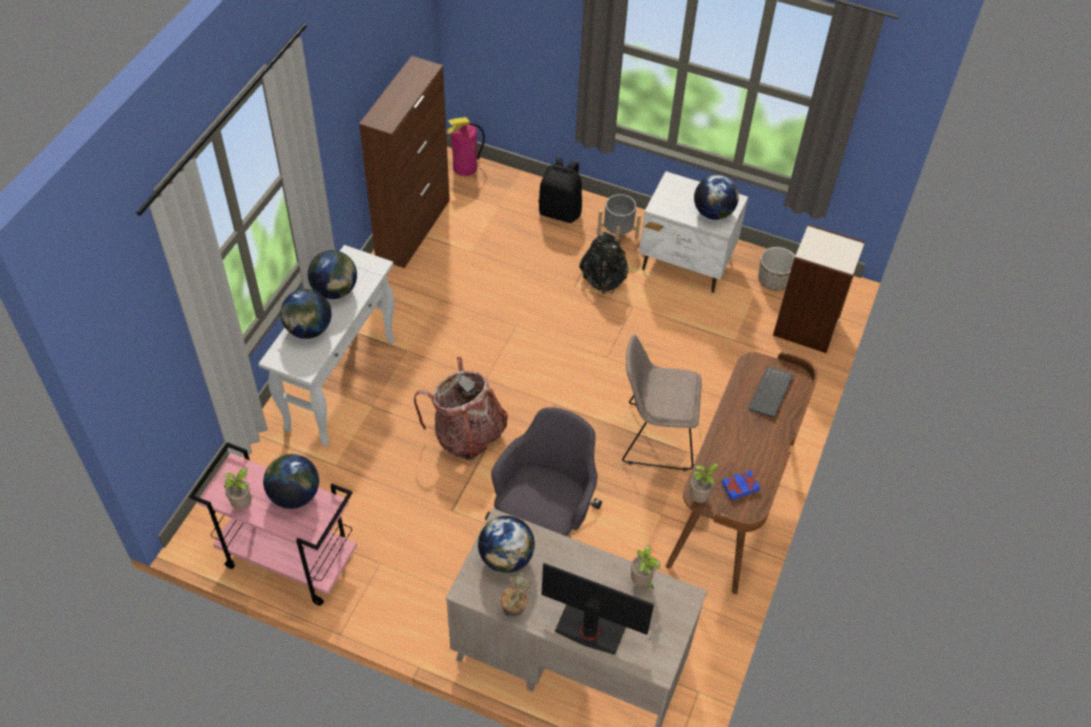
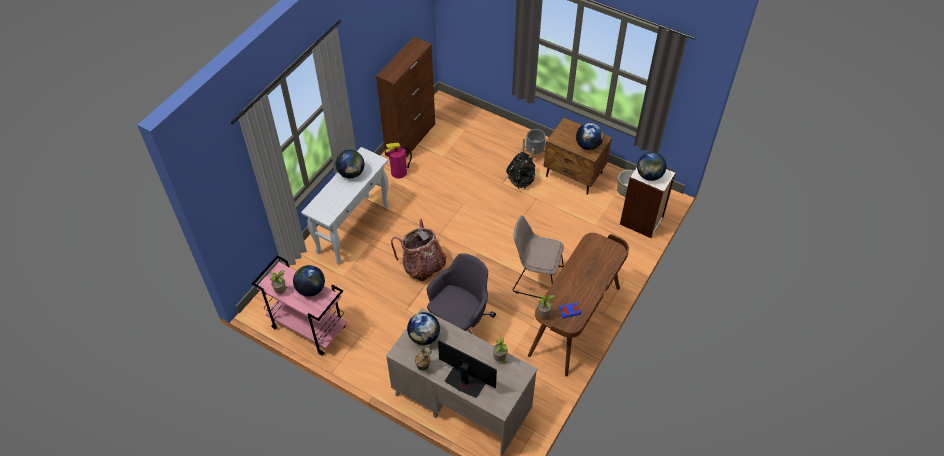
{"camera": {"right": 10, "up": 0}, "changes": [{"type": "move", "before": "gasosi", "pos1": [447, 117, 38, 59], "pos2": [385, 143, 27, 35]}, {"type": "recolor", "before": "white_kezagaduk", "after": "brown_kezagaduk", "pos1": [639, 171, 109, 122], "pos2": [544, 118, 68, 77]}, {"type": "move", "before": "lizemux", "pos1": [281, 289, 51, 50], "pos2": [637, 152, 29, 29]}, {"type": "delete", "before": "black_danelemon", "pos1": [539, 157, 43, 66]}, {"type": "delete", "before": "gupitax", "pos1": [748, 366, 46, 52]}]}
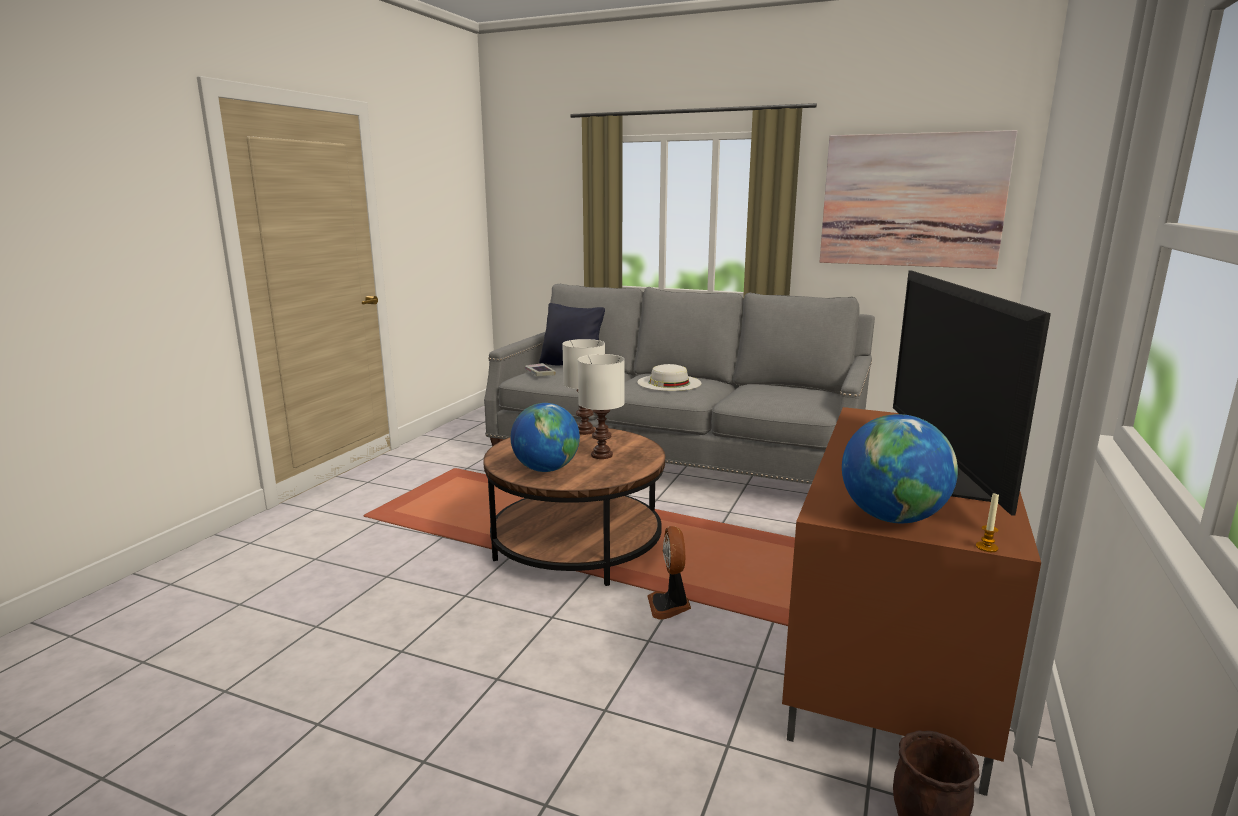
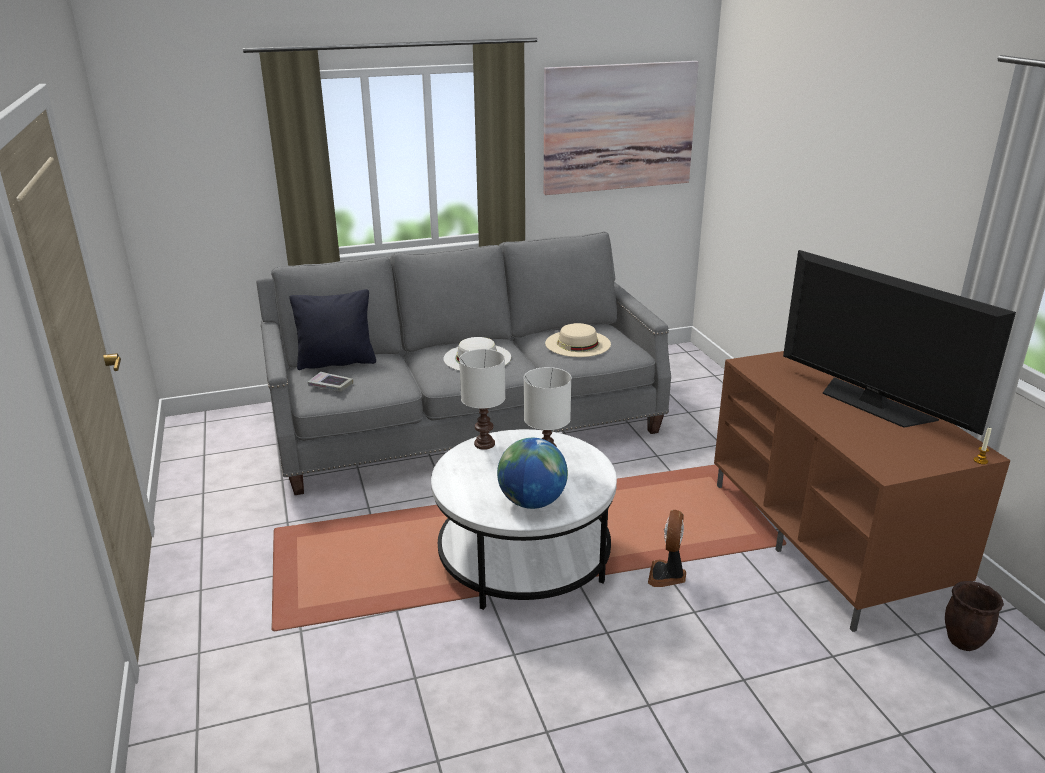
{"camera": {"right": -40, "up": 10}, "changes": [{"type": "recolor", "before": "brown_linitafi", "after": "white_linitafi", "pos1": [483, 427, 182, 159], "pos2": [431, 429, 186, 181]}, {"type": "insert", "after": "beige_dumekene", "pos2": [545, 323, 66, 34]}, {"type": "rotate", "before": "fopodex", "pos1": [647, 526, 44, 94], "pos2": [648, 510, 38, 77], "turn": 60}, {"type": "delete", "before": "lizemux", "pos1": [842, 414, 116, 109]}]}
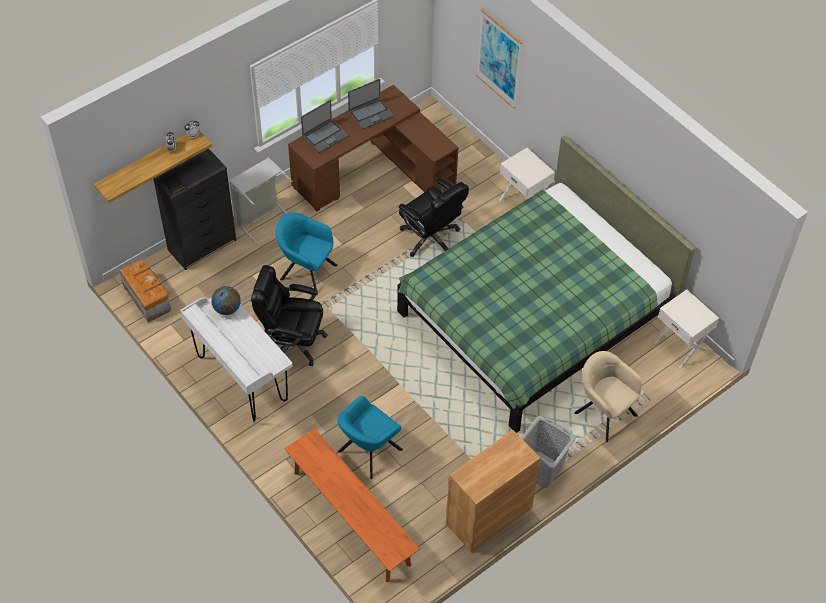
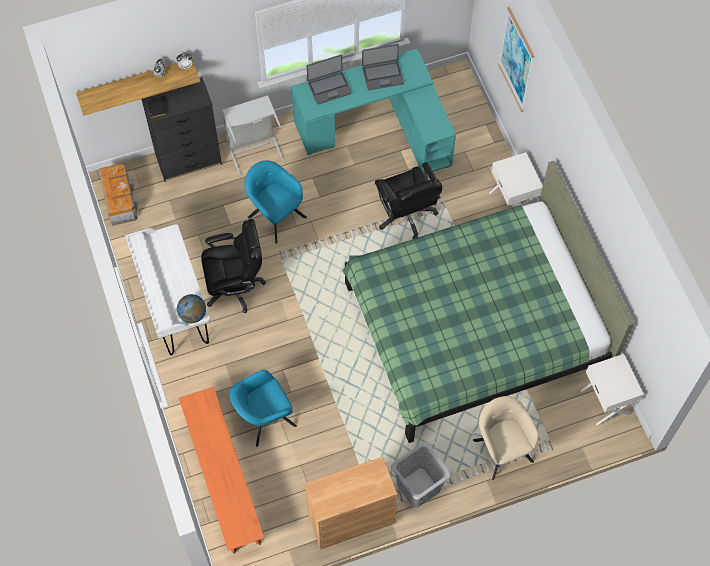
{"camera": {"right": 20, "up": 10}, "changes": [{"type": "move", "before": "lizemux", "pos1": [211, 286, 30, 29], "pos2": [177, 294, 29, 29]}, {"type": "rotate", "before": "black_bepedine", "pos1": [251, 265, 77, 101], "pos2": [201, 219, 65, 94], "turn": 135}, {"type": "recolor", "before": "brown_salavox", "after": "turquoise_salavox", "pos1": [288, 85, 171, 127], "pos2": [291, 49, 165, 125]}]}
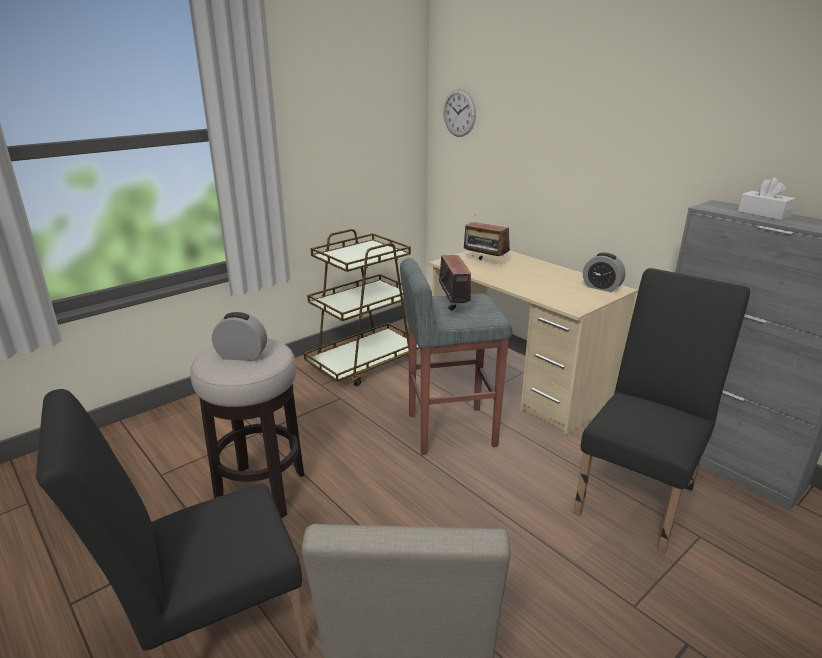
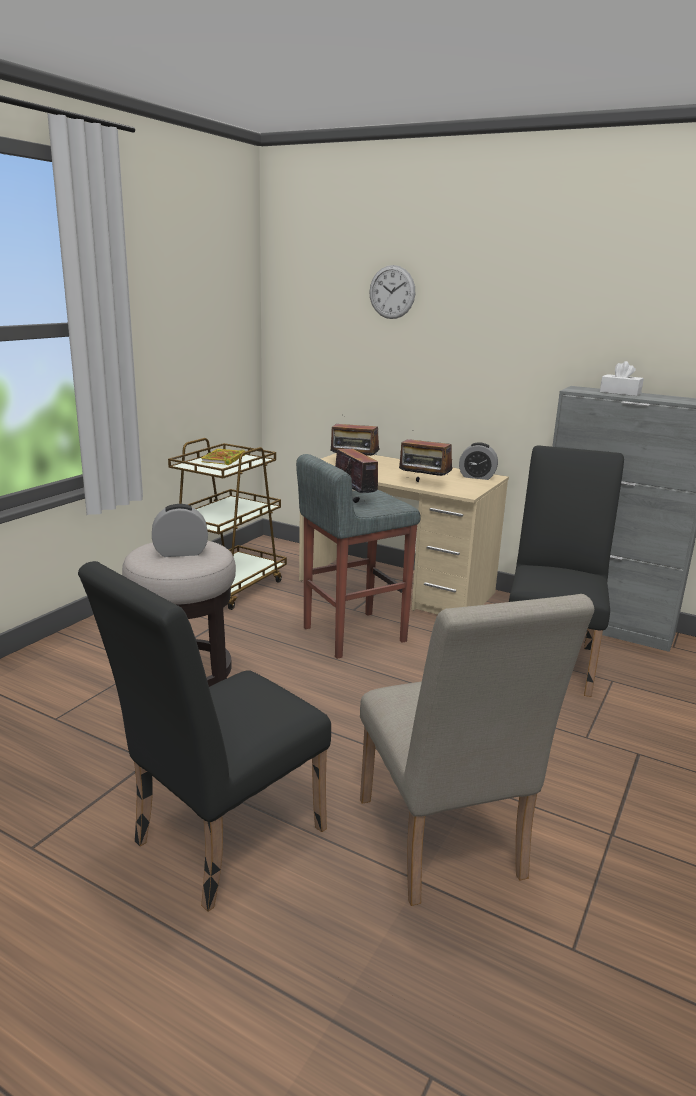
{"camera": {"right": -20, "up": -5}, "changes": [{"type": "insert", "after": "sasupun", "pos2": [202, 449, 44, 16]}, {"type": "move", "before": "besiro", "pos1": [443, 89, 33, 48], "pos2": [369, 265, 46, 54]}, {"type": "insert", "after": "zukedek", "pos2": [399, 430, 54, 52]}]}
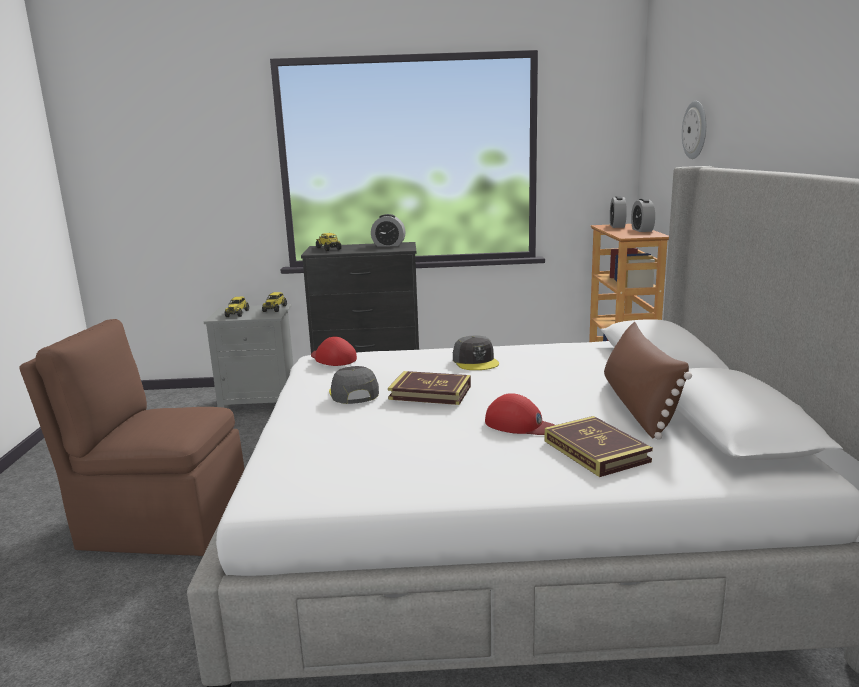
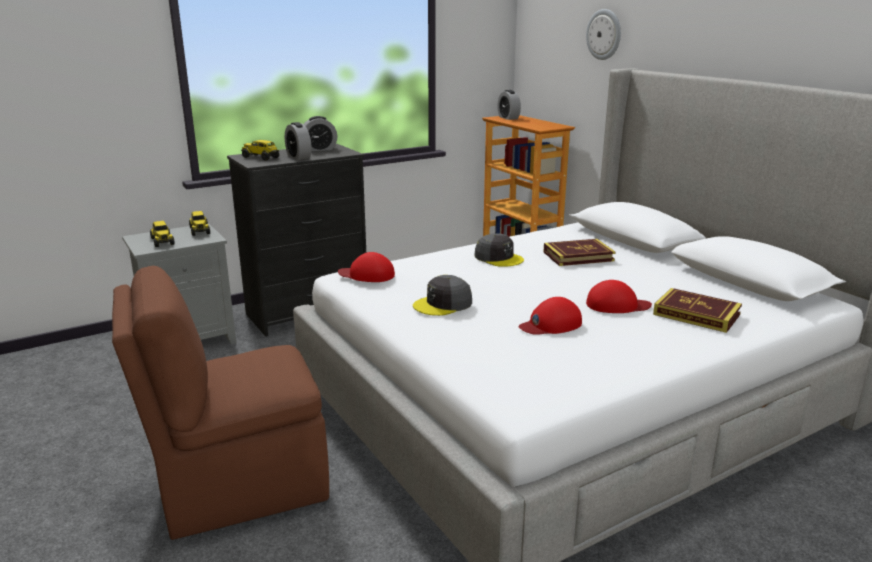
{"camera": {"right": -30, "up": 5}, "changes": [{"type": "move", "before": "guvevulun", "pos1": [631, 198, 24, 34], "pos2": [285, 122, 27, 38]}, {"type": "rotate", "before": "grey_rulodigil", "pos1": [329, 366, 50, 38], "pos2": [413, 275, 59, 41], "turn": -75}, {"type": "insert", "after": "red_rulodigil", "pos2": [518, 297, 64, 38]}, {"type": "move", "before": "sasupun", "pos1": [388, 371, 83, 34], "pos2": [543, 239, 72, 27]}, {"type": "delete", "before": "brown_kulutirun", "pos1": [604, 322, 88, 118]}]}
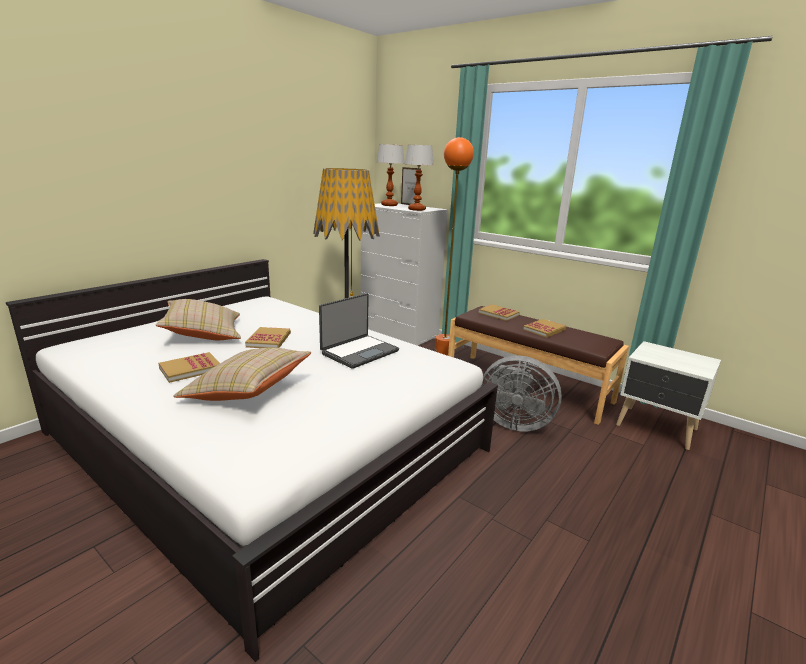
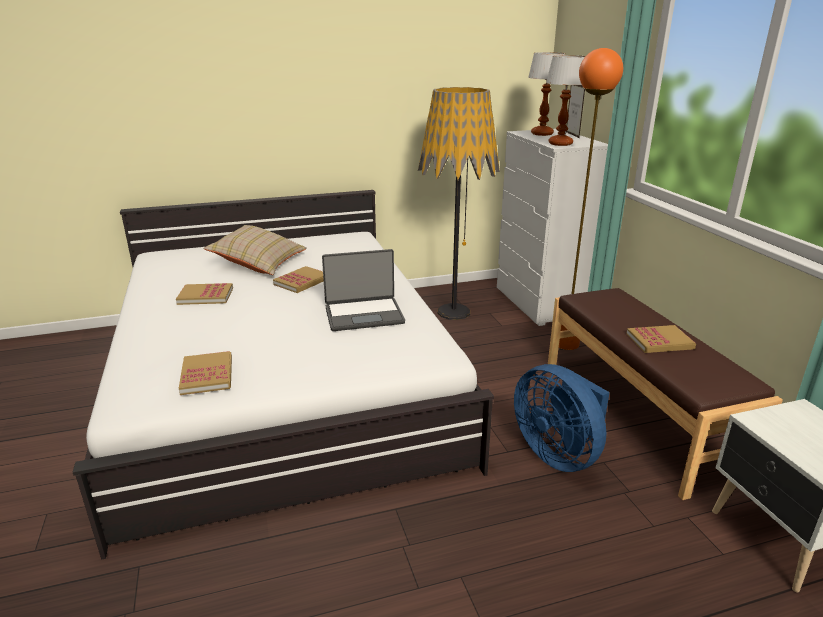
{"camera": {"right": 35, "up": 5}, "changes": [{"type": "move", "before": "sasupun", "pos1": [479, 304, 41, 17], "pos2": [179, 351, 53, 44]}, {"type": "recolor", "before": "grey_fopodex", "after": "blue_fopodex", "pos1": [482, 355, 80, 76], "pos2": [514, 364, 96, 108]}, {"type": "delete", "before": "beige_kulutirun", "pos1": [173, 347, 138, 54]}]}
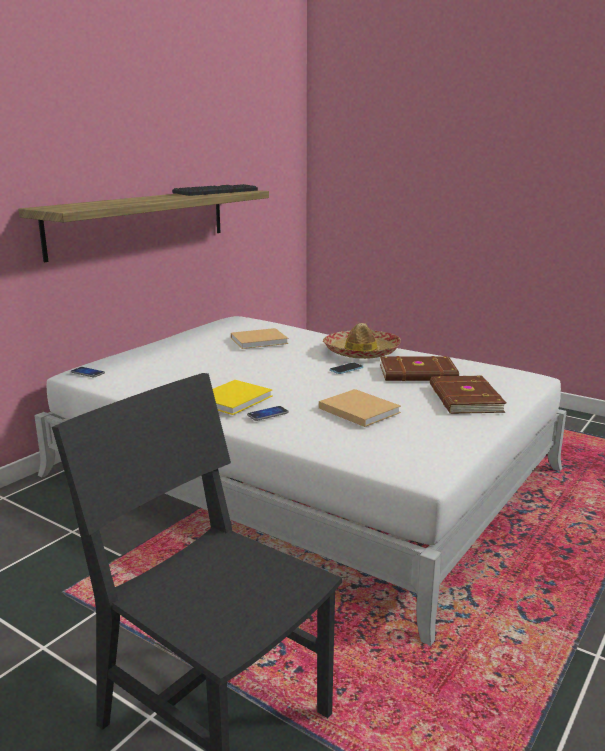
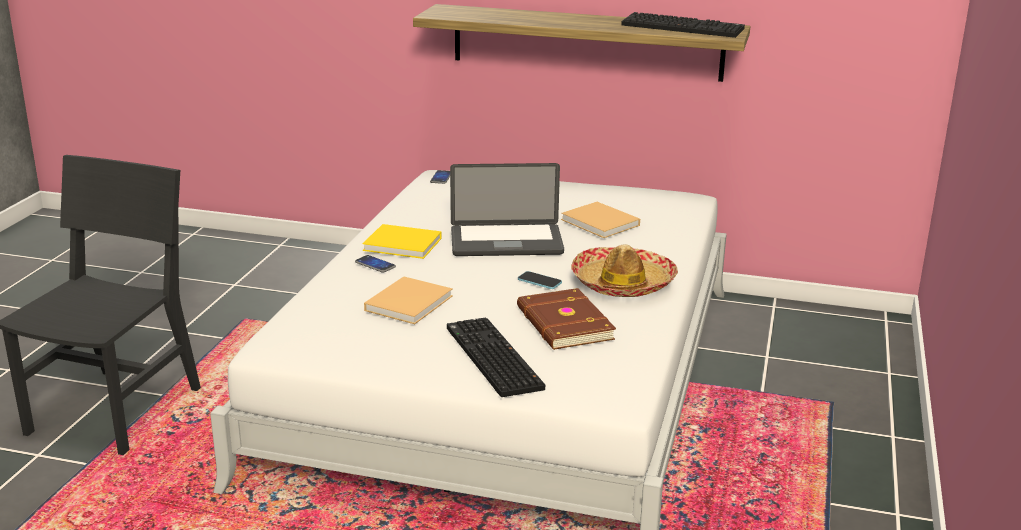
{"camera": {"right": 70, "up": 5}, "changes": [{"type": "replace", "before": "brown_sasupun", "after": "gupitax", "pos1": [430, 376, 76, 38], "pos2": [447, 318, 98, 79]}, {"type": "insert", "after": "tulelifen", "pos2": [450, 163, 114, 93]}]}
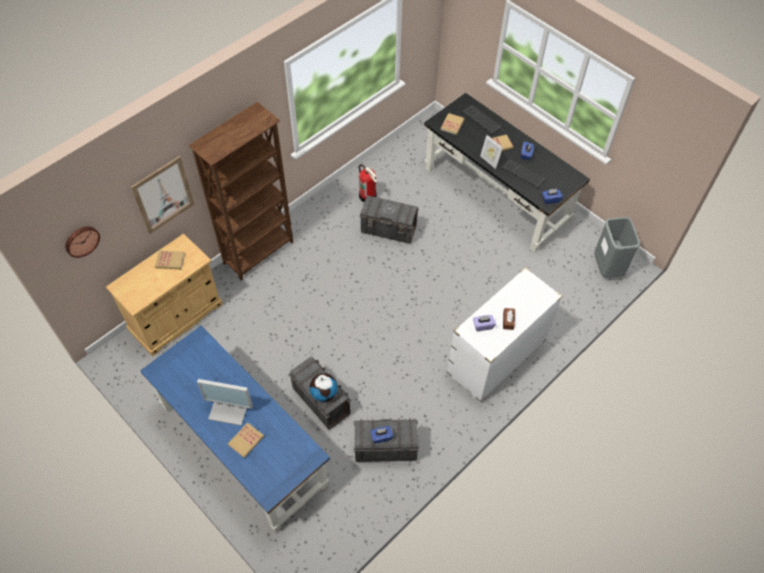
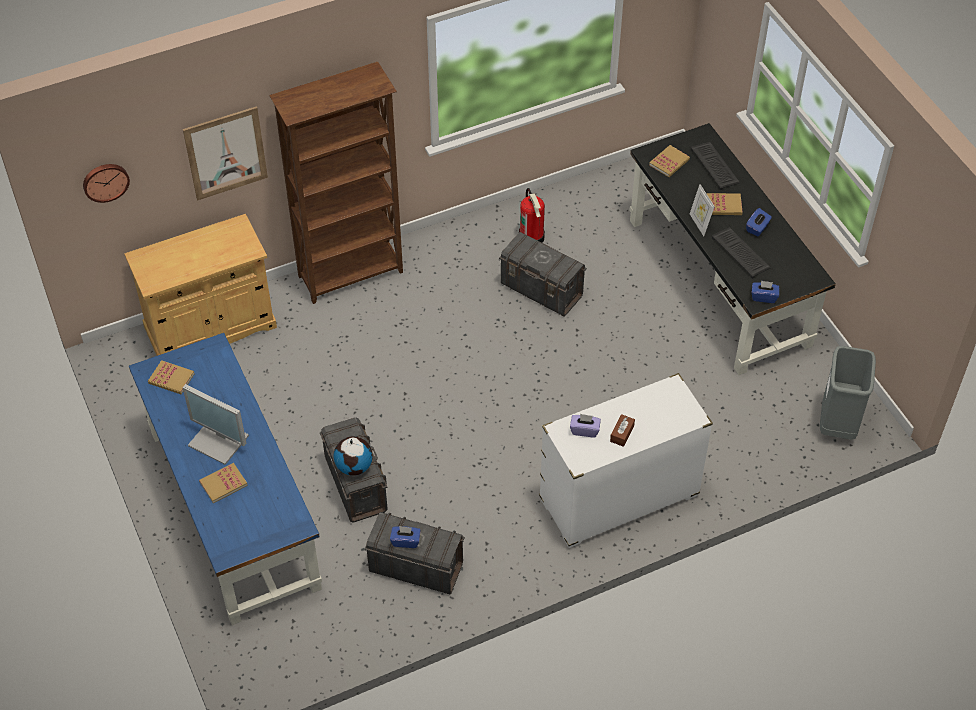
{"camera": {"right": 20, "up": -5}, "changes": [{"type": "move", "before": "sasupun", "pos1": [155, 250, 30, 19], "pos2": [148, 360, 47, 34]}]}
